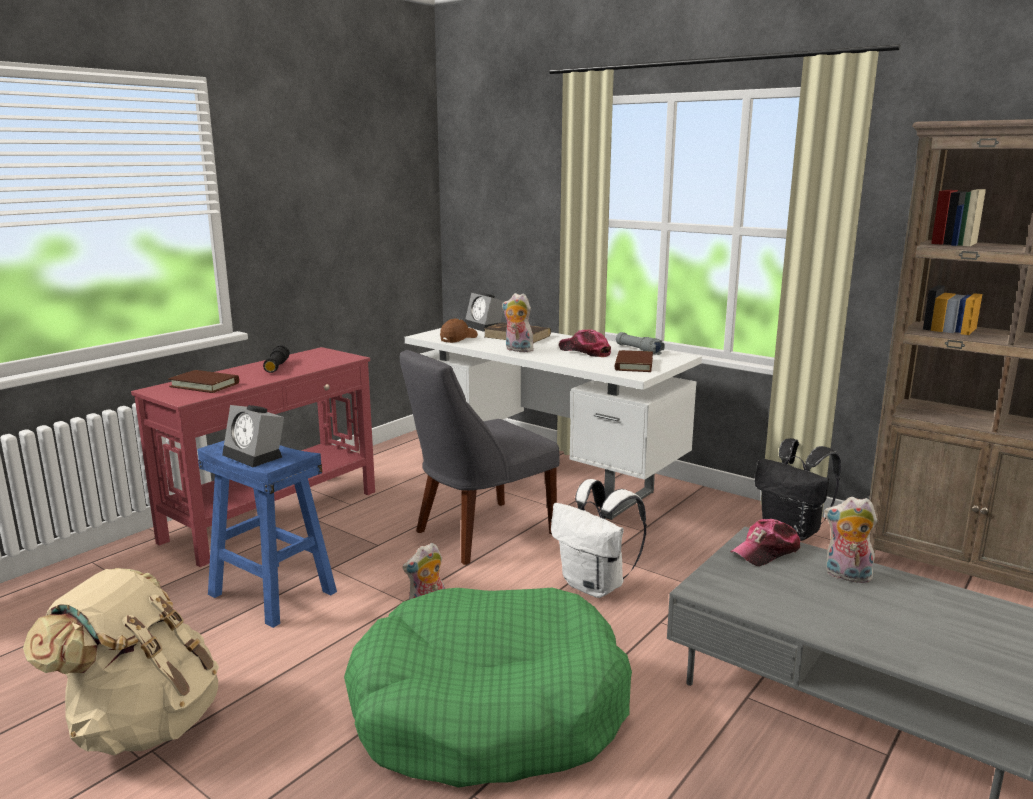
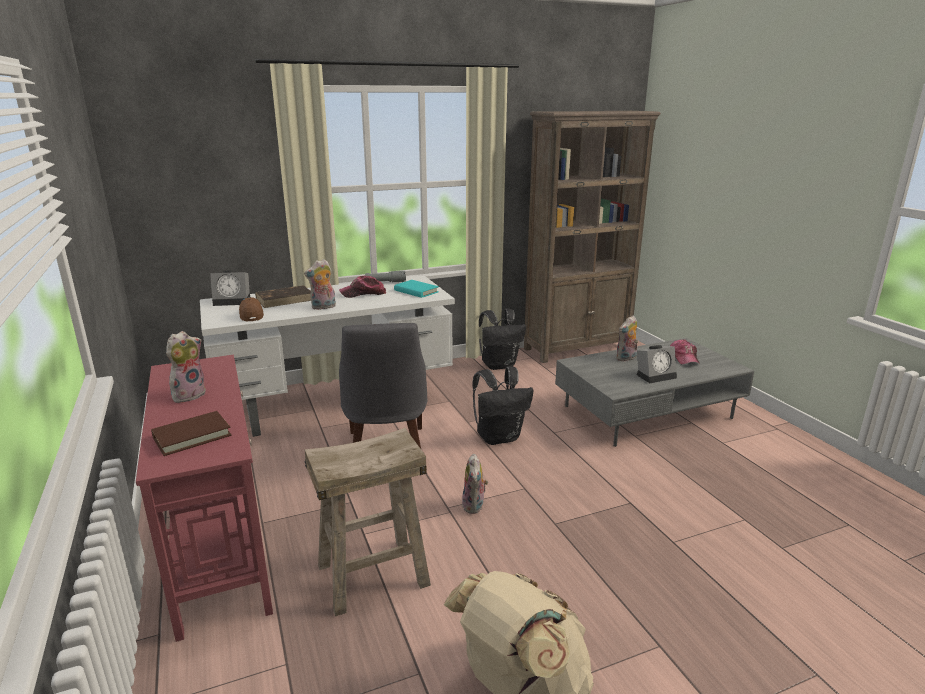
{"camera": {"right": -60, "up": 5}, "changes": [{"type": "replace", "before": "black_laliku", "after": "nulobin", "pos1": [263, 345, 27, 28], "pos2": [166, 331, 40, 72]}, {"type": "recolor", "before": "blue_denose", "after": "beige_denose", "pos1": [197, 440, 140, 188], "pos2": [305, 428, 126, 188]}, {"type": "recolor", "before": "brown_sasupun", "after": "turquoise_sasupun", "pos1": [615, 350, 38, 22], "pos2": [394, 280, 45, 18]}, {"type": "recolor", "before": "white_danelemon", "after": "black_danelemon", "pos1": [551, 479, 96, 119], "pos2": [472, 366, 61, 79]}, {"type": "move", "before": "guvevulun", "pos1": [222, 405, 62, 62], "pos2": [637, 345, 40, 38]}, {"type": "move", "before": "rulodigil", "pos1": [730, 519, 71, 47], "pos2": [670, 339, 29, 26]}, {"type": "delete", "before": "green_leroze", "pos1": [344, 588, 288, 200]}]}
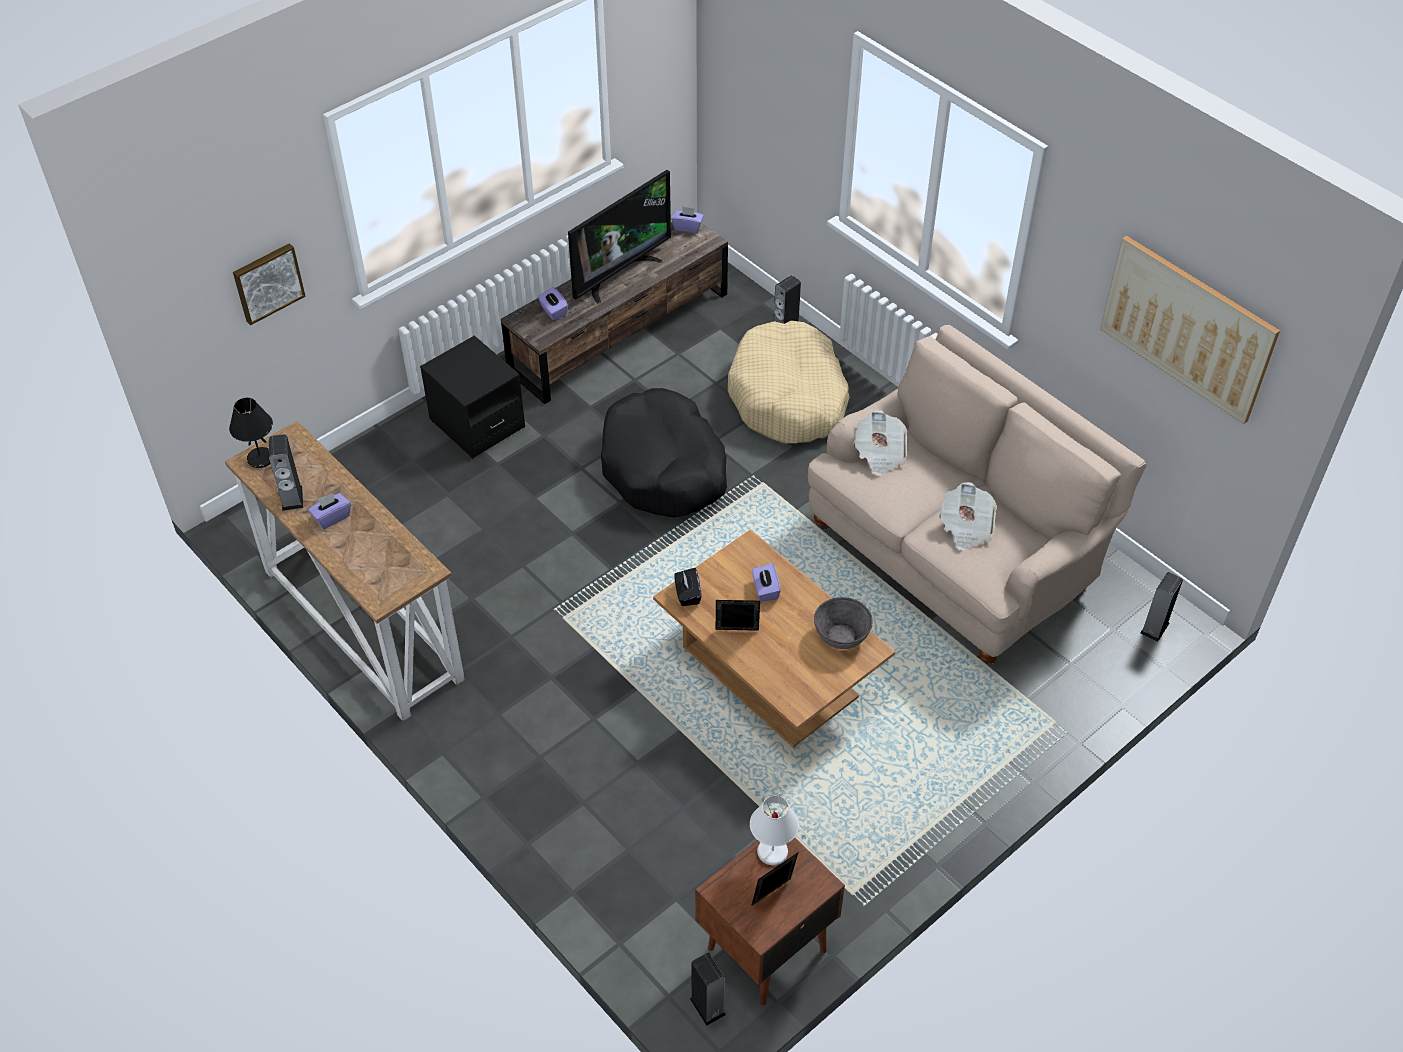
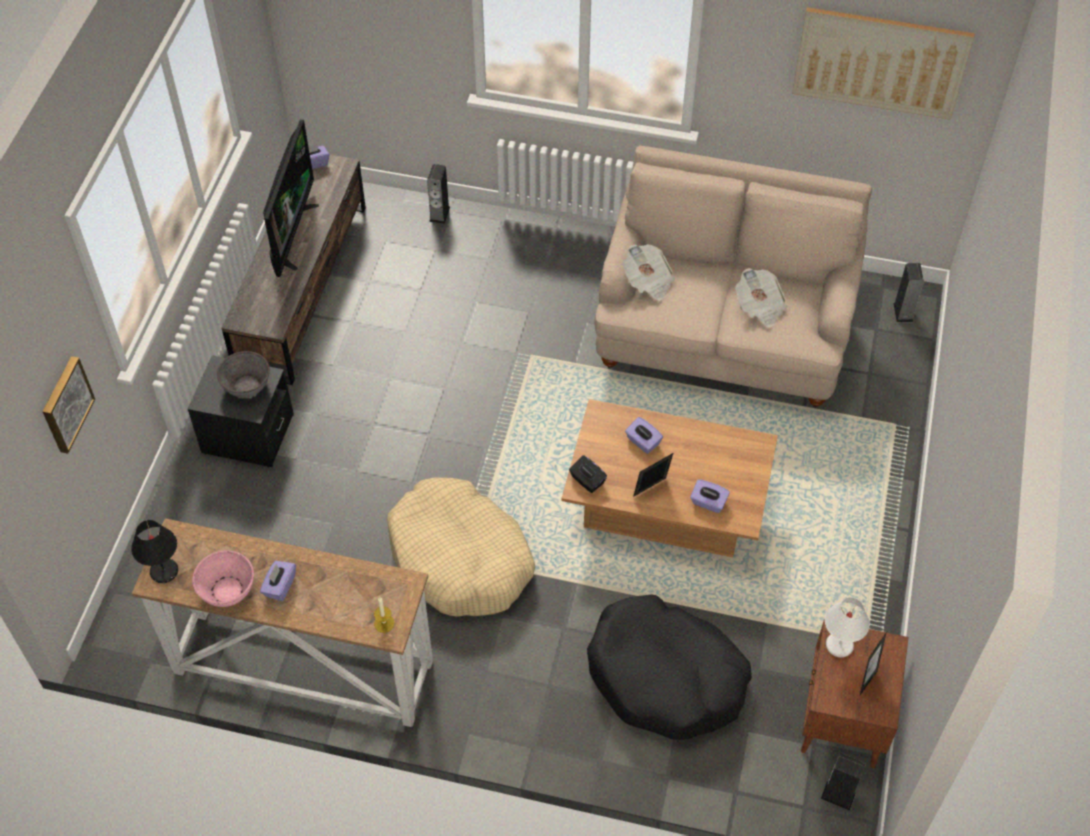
{"camera": {"right": -35, "up": 5}, "changes": [{"type": "replace", "before": "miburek", "after": "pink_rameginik", "pos1": [268, 434, 35, 77], "pos2": [192, 550, 62, 57]}, {"type": "move", "before": "grey_rameginik", "pos1": [814, 597, 59, 52], "pos2": [217, 351, 53, 47]}, {"type": "insert", "after": "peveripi", "pos2": [374, 597, 21, 36]}, {"type": "move", "before": "beige_leroze", "pos1": [728, 321, 122, 122], "pos2": [387, 478, 148, 139]}, {"type": "move", "before": "black_leroze", "pos1": [601, 388, 126, 130], "pos2": [587, 595, 165, 145]}, {"type": "move", "before": "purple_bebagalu", "pos1": [538, 287, 30, 33], "pos2": [690, 479, 40, 34]}]}
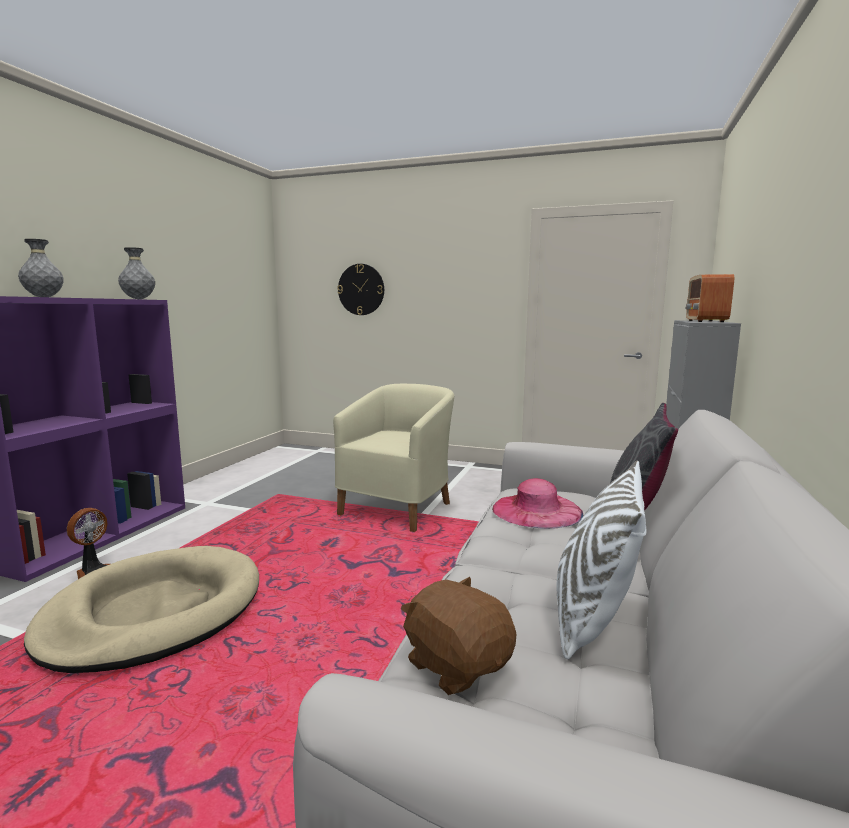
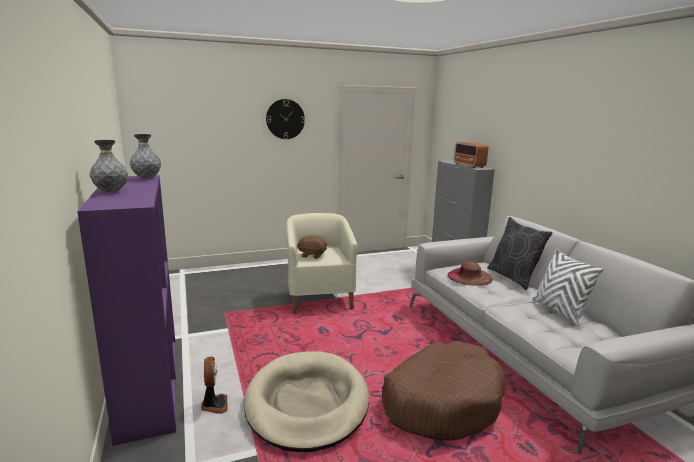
{"camera": {"right": -40, "up": 5}, "changes": [{"type": "move", "before": "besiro", "pos1": [337, 264, 47, 51], "pos2": [266, 99, 39, 40]}, {"type": "move", "before": "brown_nulobin", "pos1": [401, 577, 116, 118], "pos2": [297, 235, 30, 24]}, {"type": "insert", "after": "brown_leroze", "pos2": [382, 341, 124, 100]}, {"type": "recolor", "before": "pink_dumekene", "after": "brown_dumekene", "pos1": [492, 478, 91, 51], "pos2": [447, 261, 45, 25]}]}
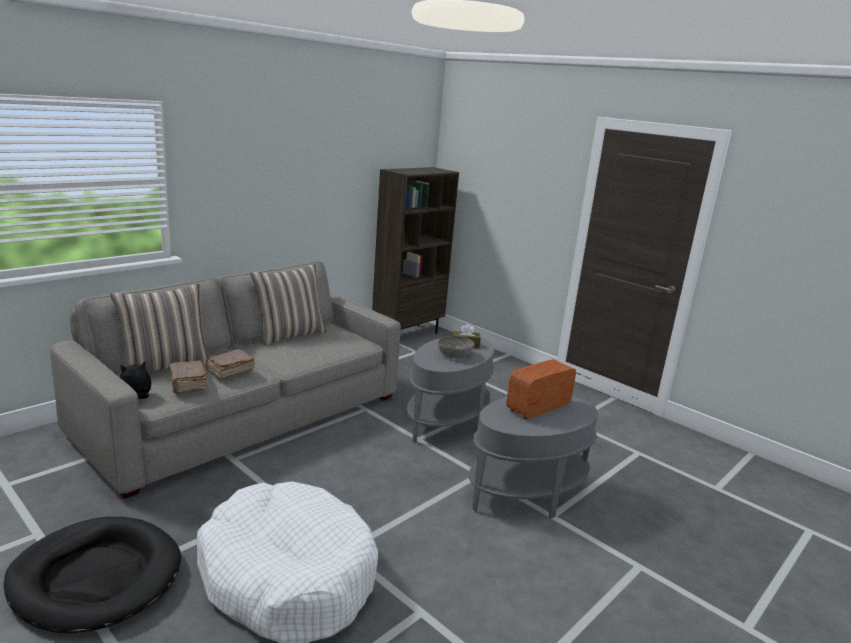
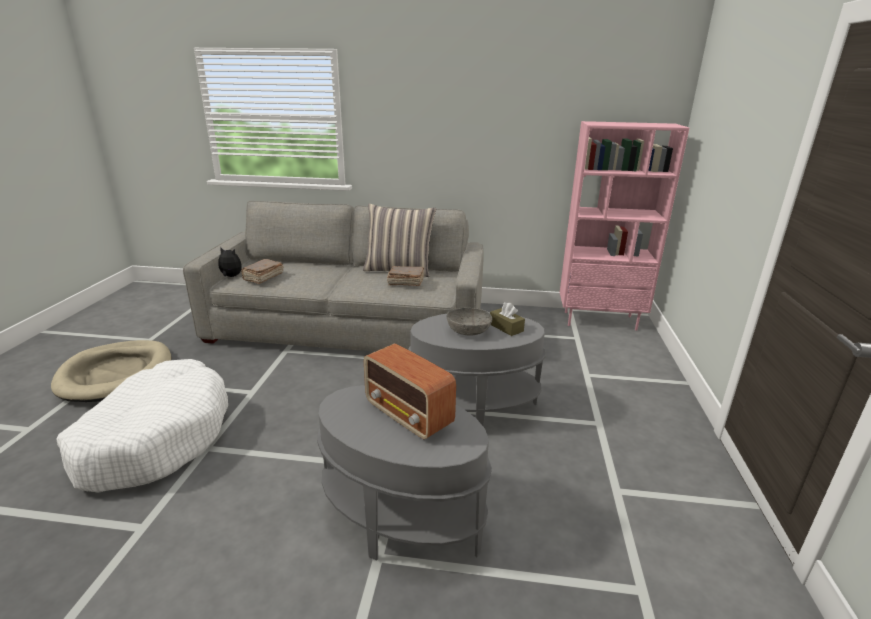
{"camera": {"right": 55, "up": 5}, "changes": [{"type": "recolor", "before": "black_leroze", "after": "beige_leroze", "pos1": [4, 517, 177, 116], "pos2": [51, 340, 121, 62]}, {"type": "rotate", "before": "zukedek", "pos1": [506, 359, 70, 60], "pos2": [364, 344, 92, 96], "turn": -150}, {"type": "move", "before": "brown_sasupun", "pos1": [205, 349, 50, 31], "pos2": [387, 266, 37, 20]}, {"type": "recolor", "before": "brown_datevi", "after": "pink_datevi", "pos1": [372, 167, 87, 167], "pos2": [560, 121, 129, 210]}, {"type": "delete", "before": "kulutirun", "pos1": [110, 283, 99, 90]}]}
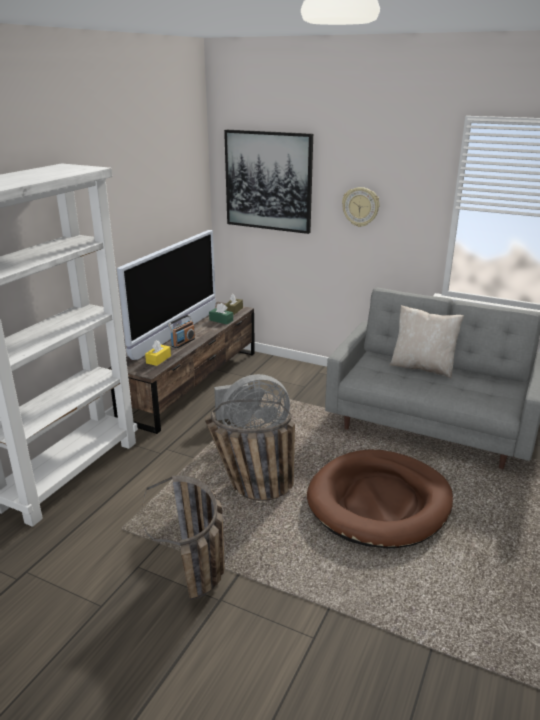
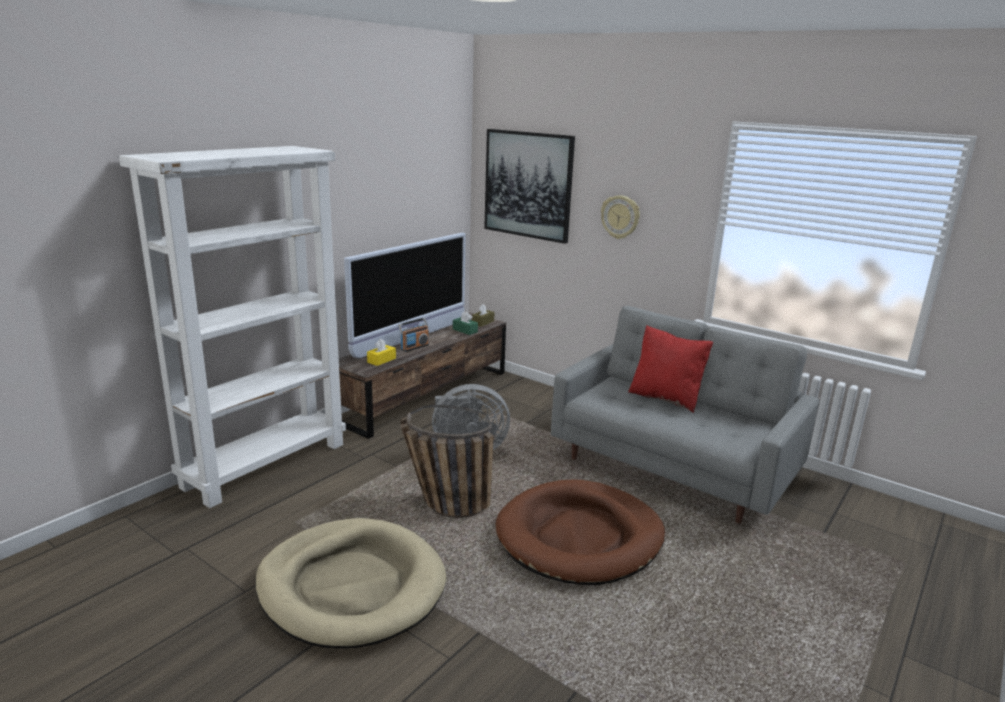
{"camera": {"right": 10, "up": -5}, "changes": [{"type": "replace", "before": "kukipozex", "after": "beige_leroze", "pos1": [142, 475, 83, 125], "pos2": [256, 518, 190, 130]}, {"type": "recolor", "before": "beige_kulutirun", "after": "red_kulutirun", "pos1": [389, 305, 75, 74], "pos2": [628, 325, 85, 88]}]}
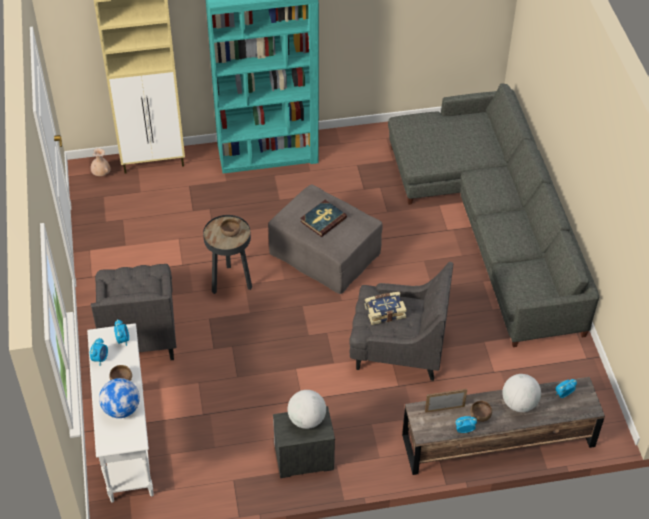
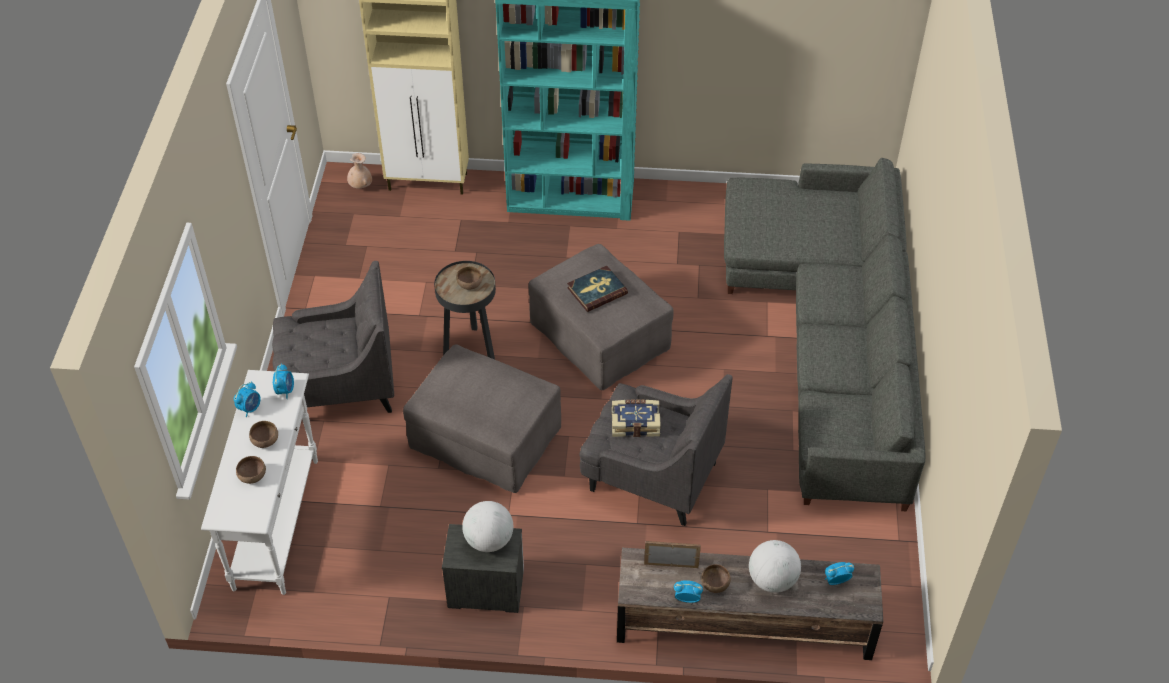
{"camera": {"right": 15, "up": 0}, "changes": [{"type": "replace", "before": "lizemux", "after": "brown_rameginik", "pos1": [99, 378, 41, 40], "pos2": [236, 456, 30, 28]}, {"type": "rotate", "before": "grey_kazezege", "pos1": [91, 264, 86, 96], "pos2": [272, 261, 122, 152], "turn": -105}, {"type": "insert", "after": "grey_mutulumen", "pos2": [403, 344, 158, 149]}]}
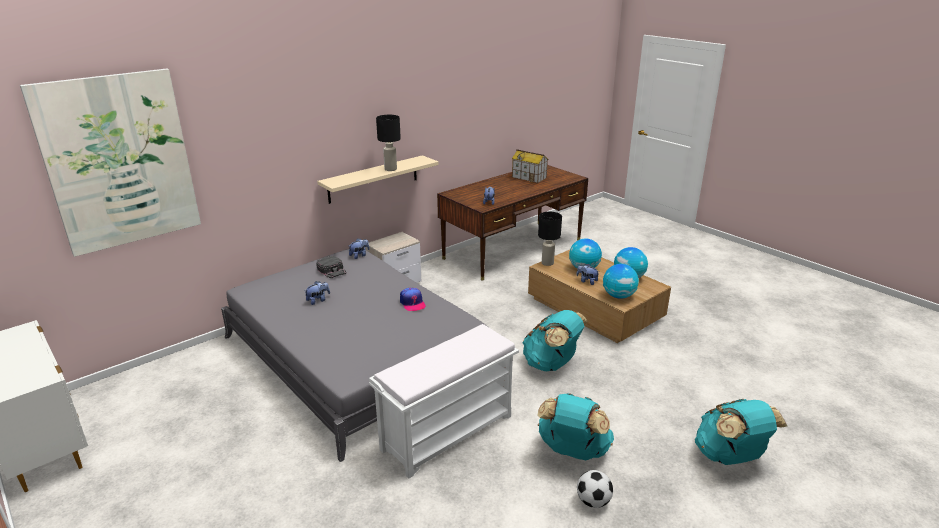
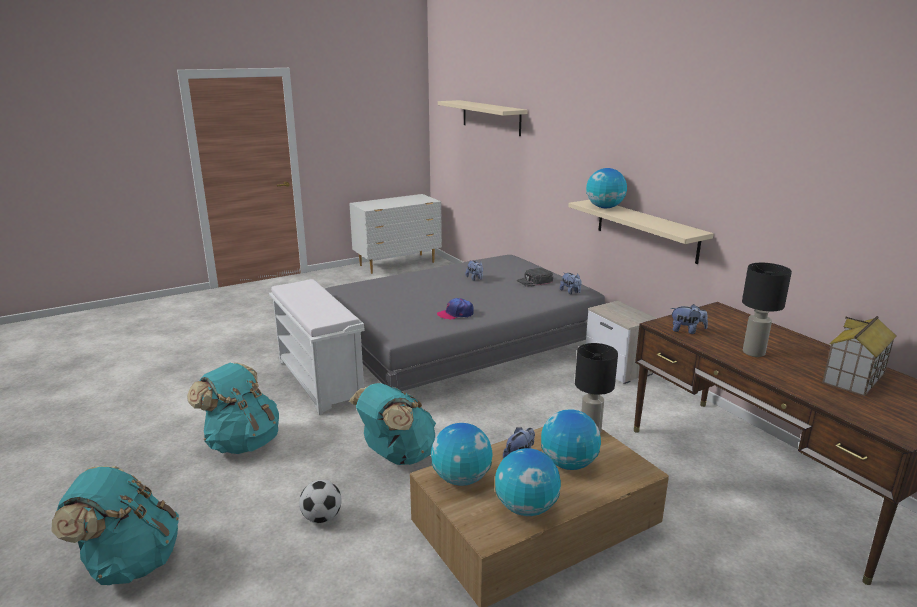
{"camera": {"right": 100, "up": -5}, "changes": [{"type": "move", "before": "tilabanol", "pos1": [577, 470, 36, 38], "pos2": [299, 480, 43, 43]}, {"type": "replace", "before": "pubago", "after": "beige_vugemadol", "pos1": [20, 69, 181, 188], "pos2": [438, 100, 90, 36]}, {"type": "insert", "after": "lizemux", "pos2": [586, 168, 41, 40]}, {"type": "move", "before": "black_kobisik", "pos1": [376, 115, 25, 56], "pos2": [742, 263, 50, 94]}]}
